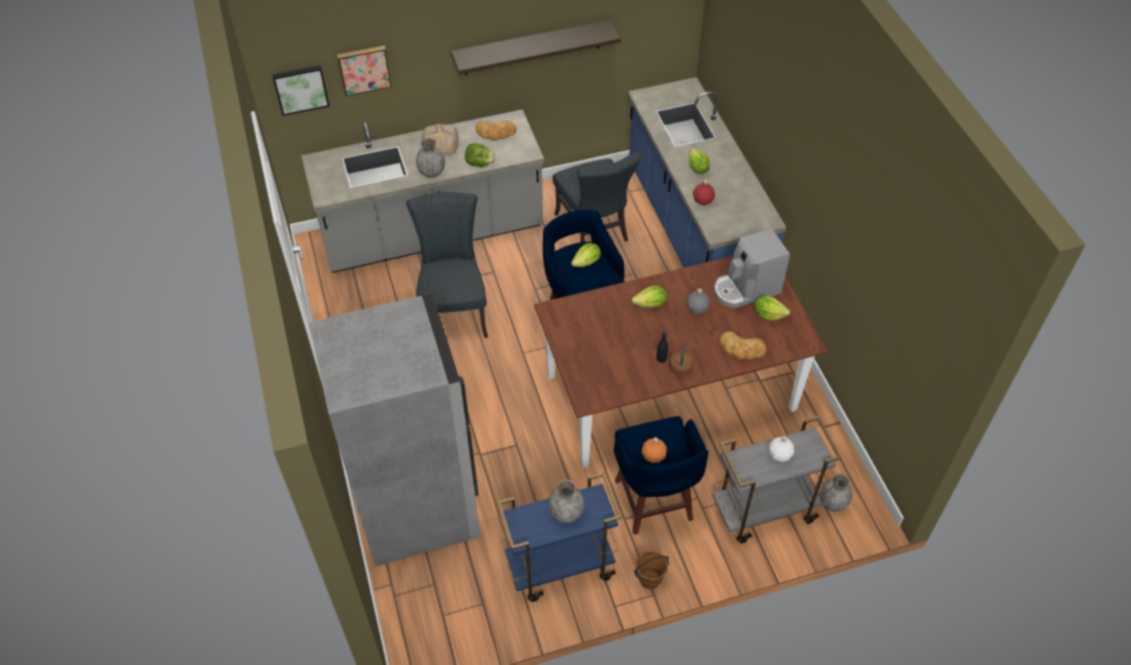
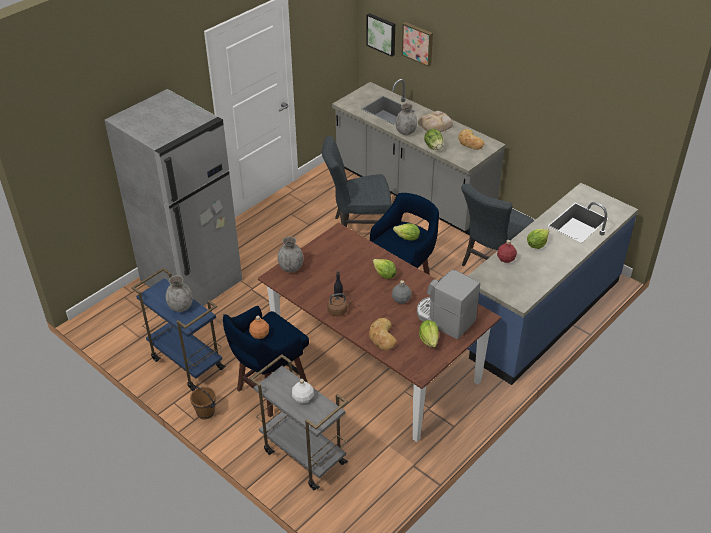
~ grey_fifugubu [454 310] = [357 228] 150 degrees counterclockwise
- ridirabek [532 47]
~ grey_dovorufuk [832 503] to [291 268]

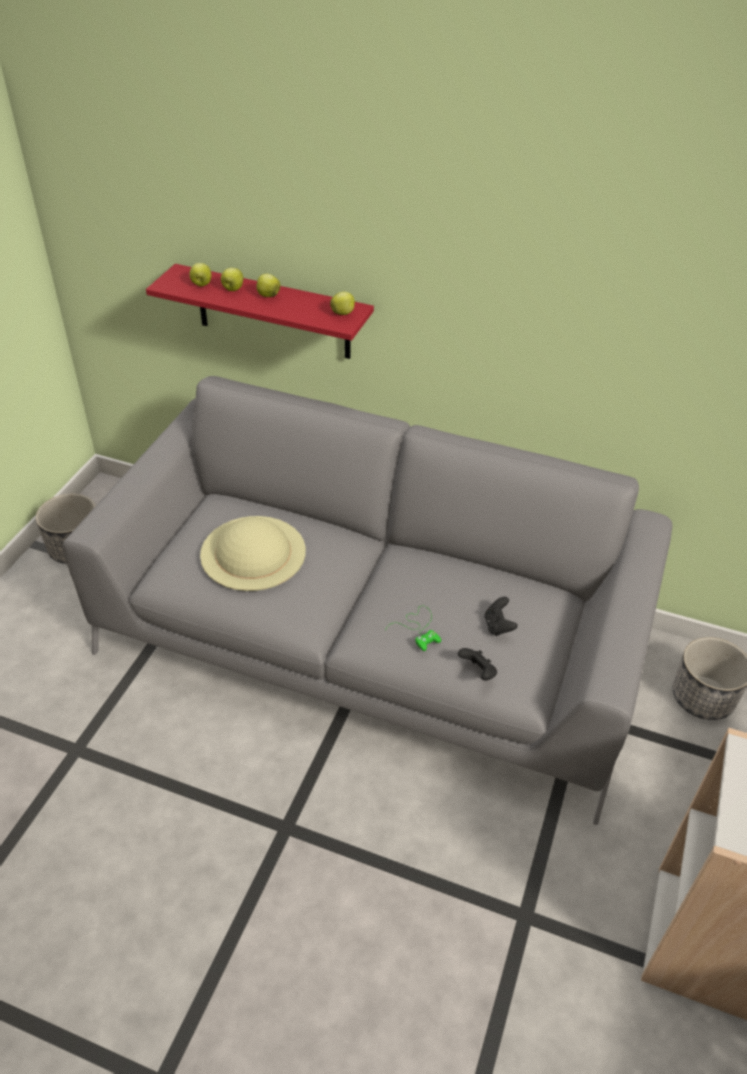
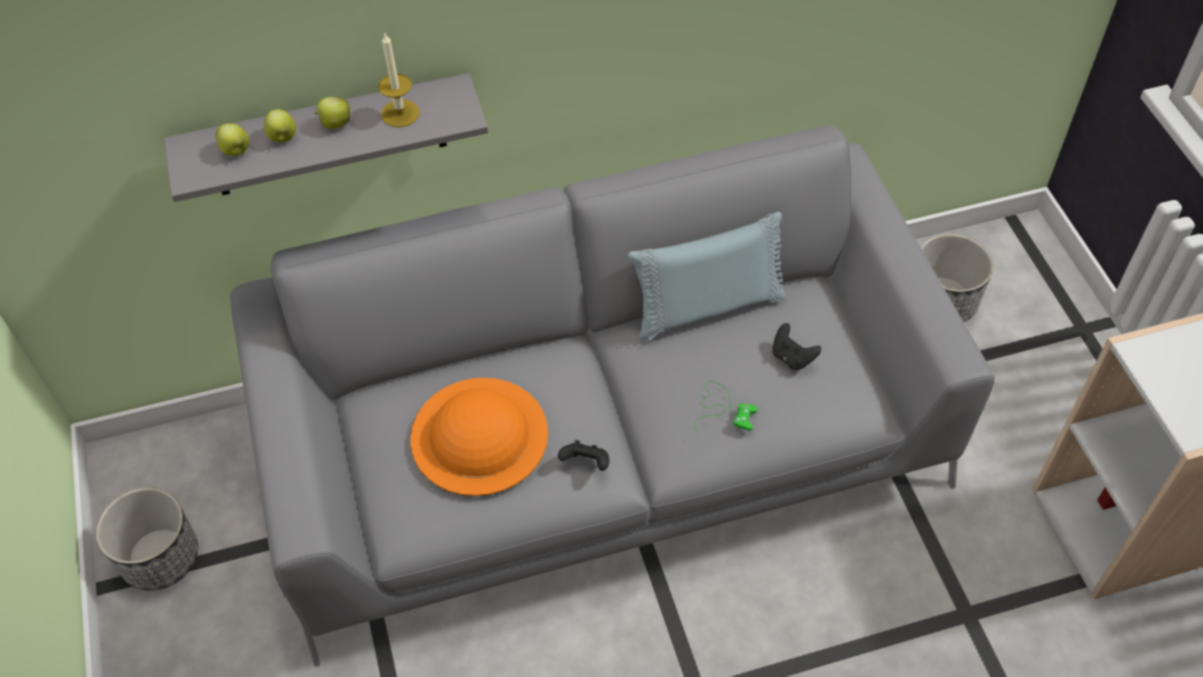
~ red_ridirabek [273 312] to grey_ridirabek [327 137]
~ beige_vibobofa [253 552] to orange_vibobofa [479 435]
- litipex [343 313]
~ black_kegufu [478 672] to [586 463]
+ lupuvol [400 113]
+ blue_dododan [707 307]

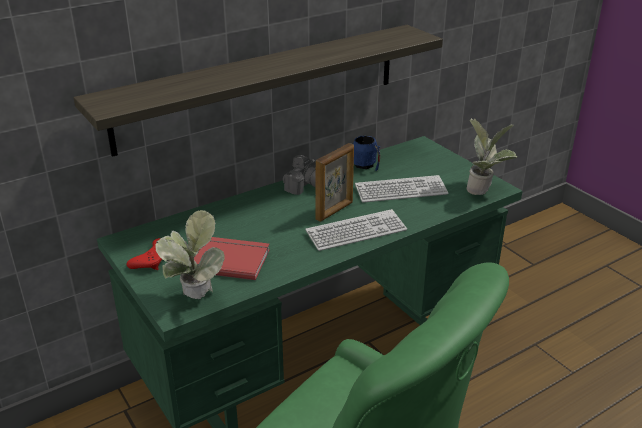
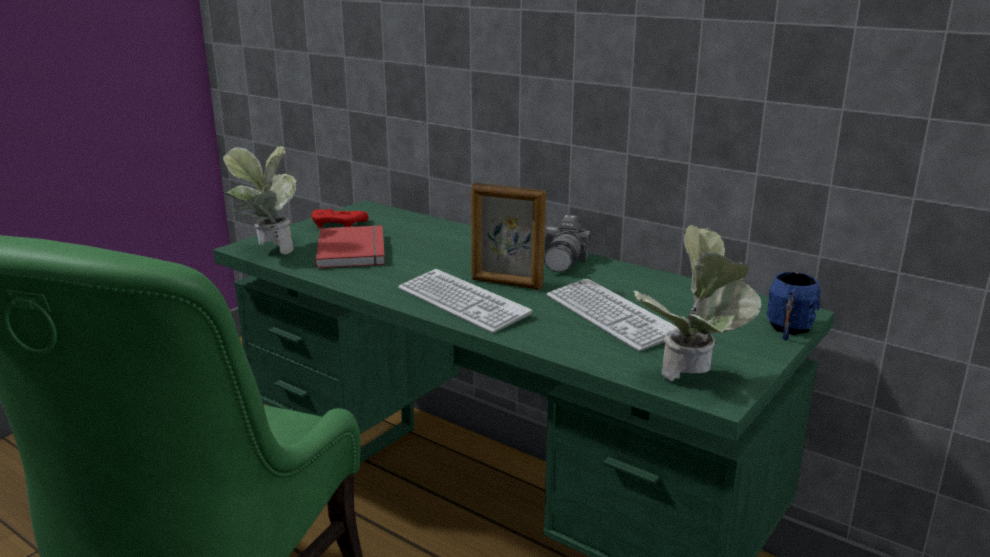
- ridirabek [261 86]
~ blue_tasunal [367 166] to [788 330]

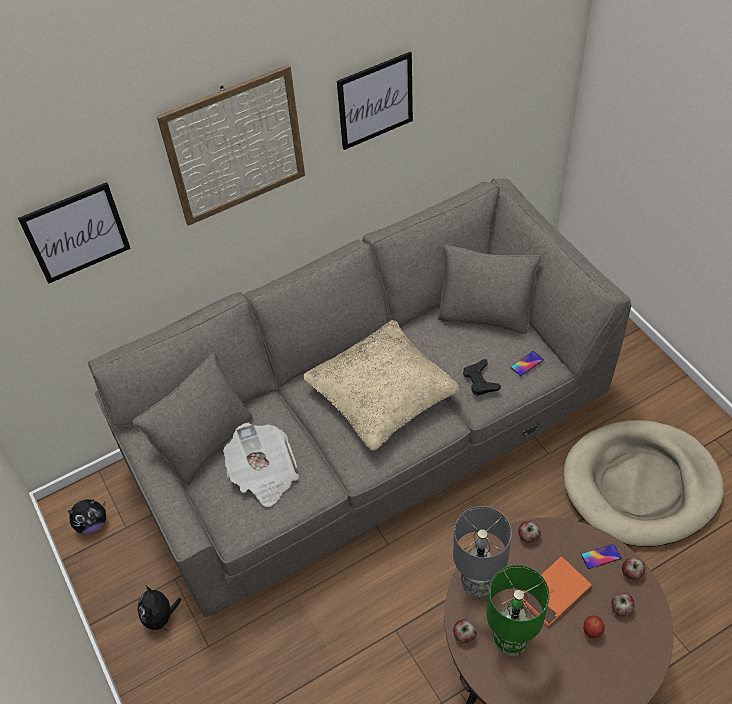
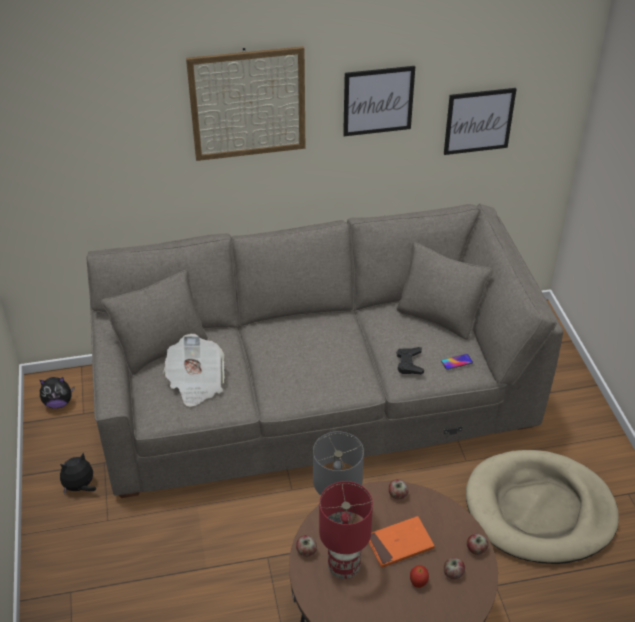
~ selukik [76 233] to [479 121]
~ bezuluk [161 617] = [80 487] 45 degrees clockwise
- beige_dododan [383 392]
~ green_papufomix [511 641] to red_papufomix [344 568]
- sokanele [601 556]

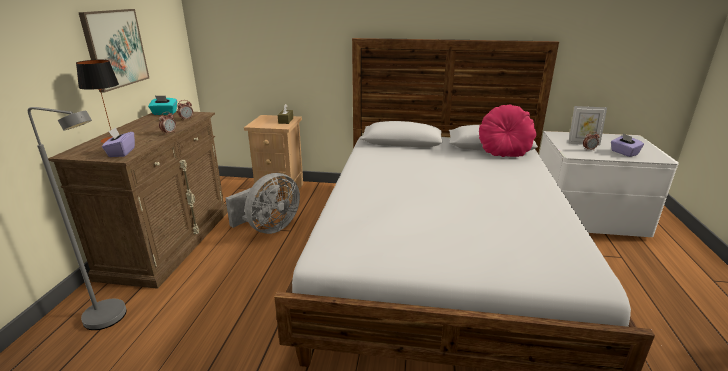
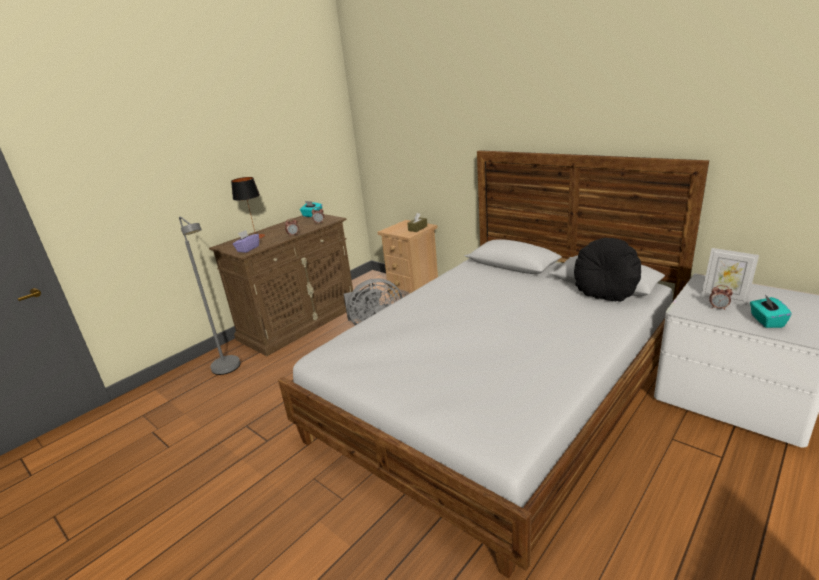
- selukik [115 48]
~ pink_dododan [503 154] to black_dododan [604 296]
~ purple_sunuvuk [624 153] to turquoise_sunuvuk [766 321]

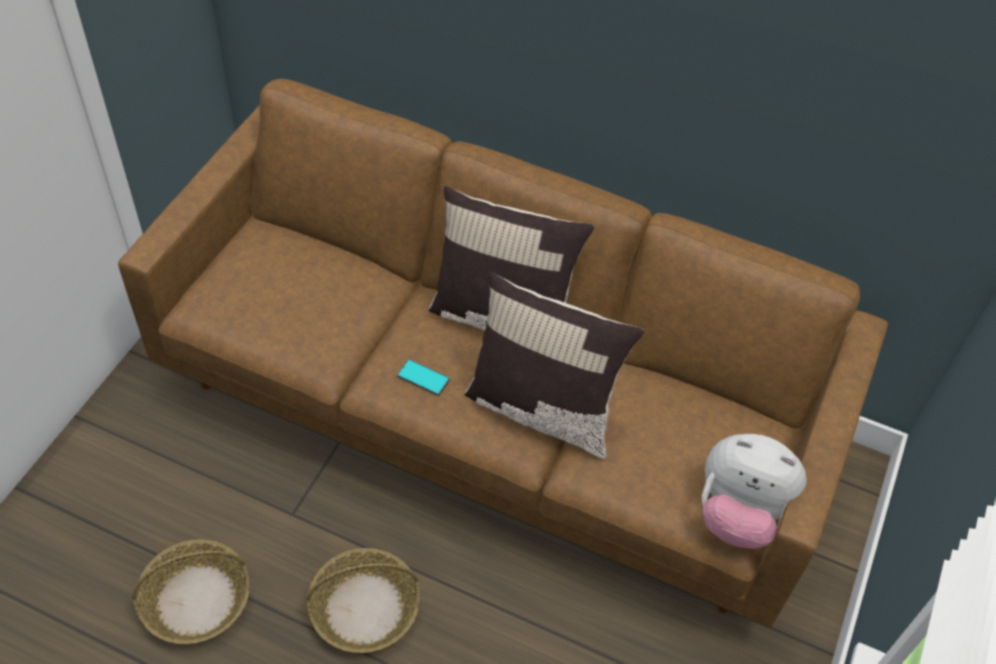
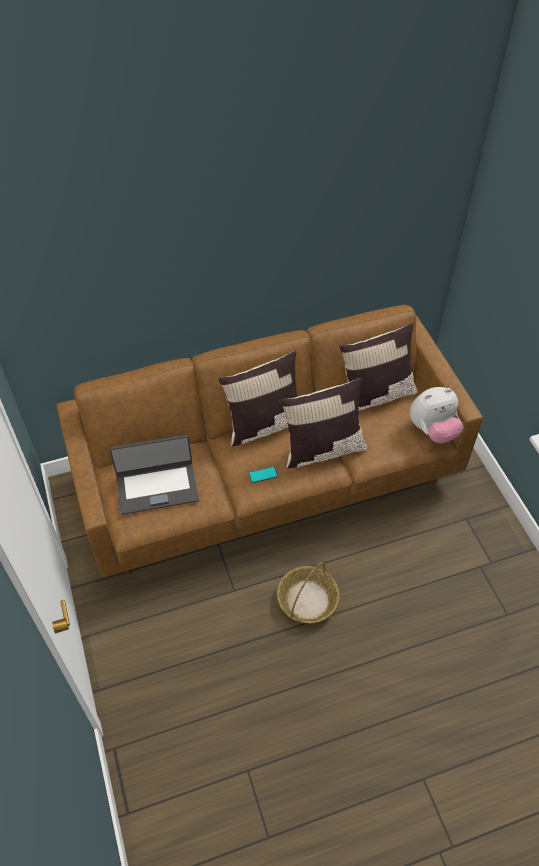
- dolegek [197 599]
+ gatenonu [157 487]
+ dododan [375 395]

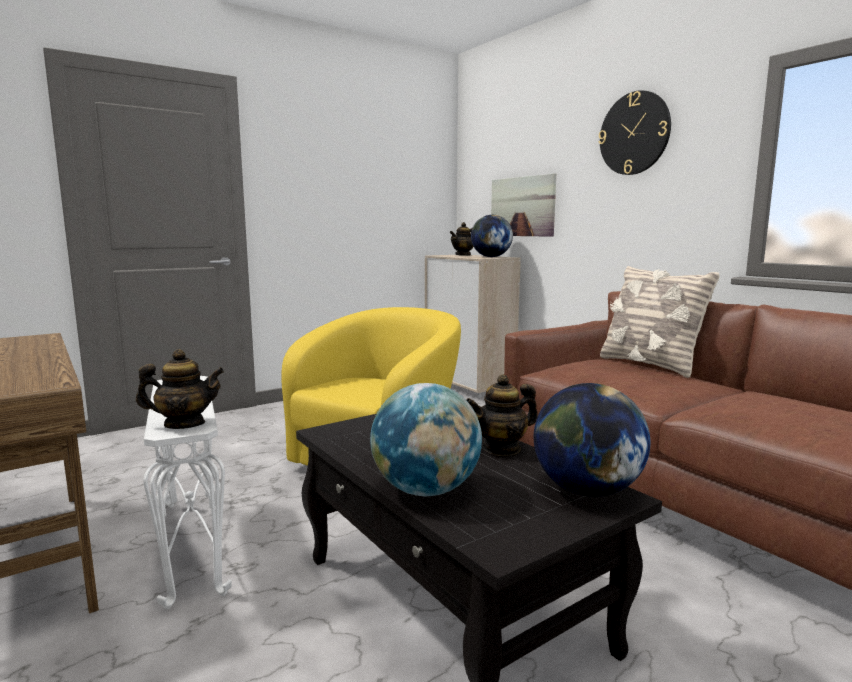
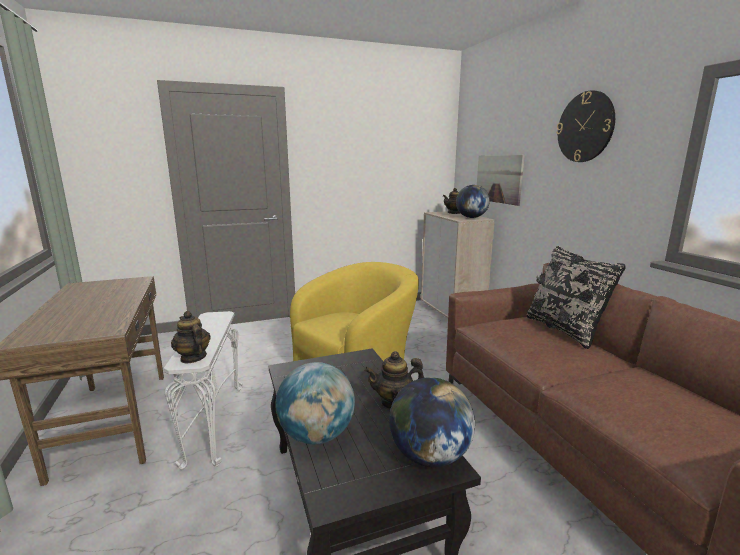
~ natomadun [184 424] = [193 358] 135 degrees counterclockwise
~ beige_dododan [649 365] to black_dododan [563 331]

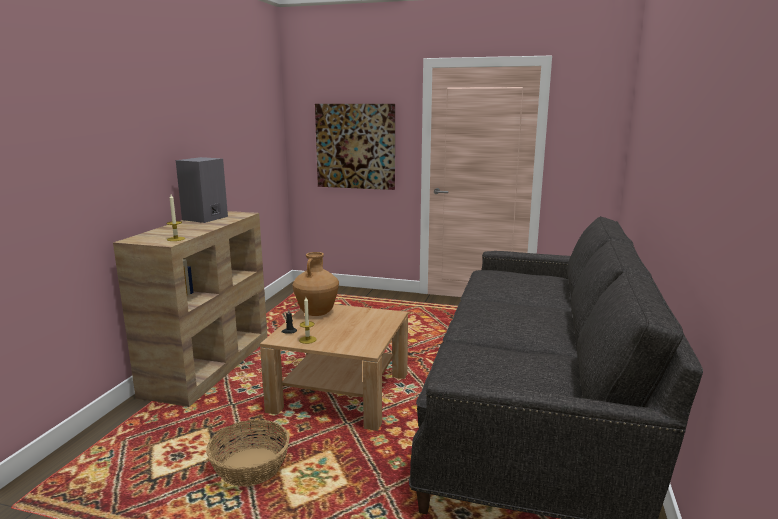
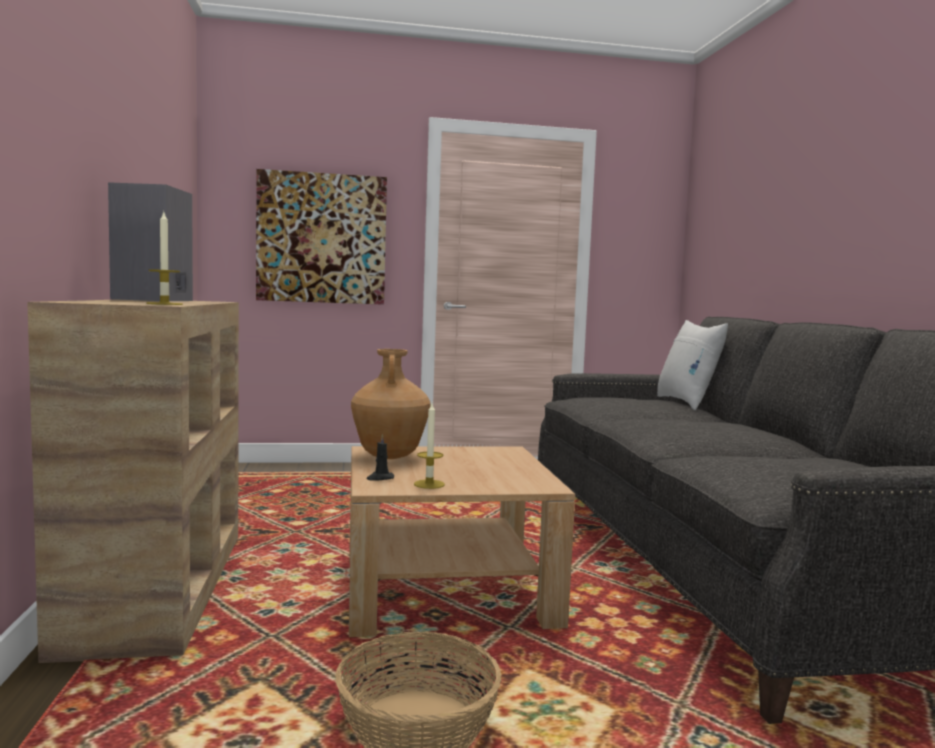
+ grey_dododan [687 403]

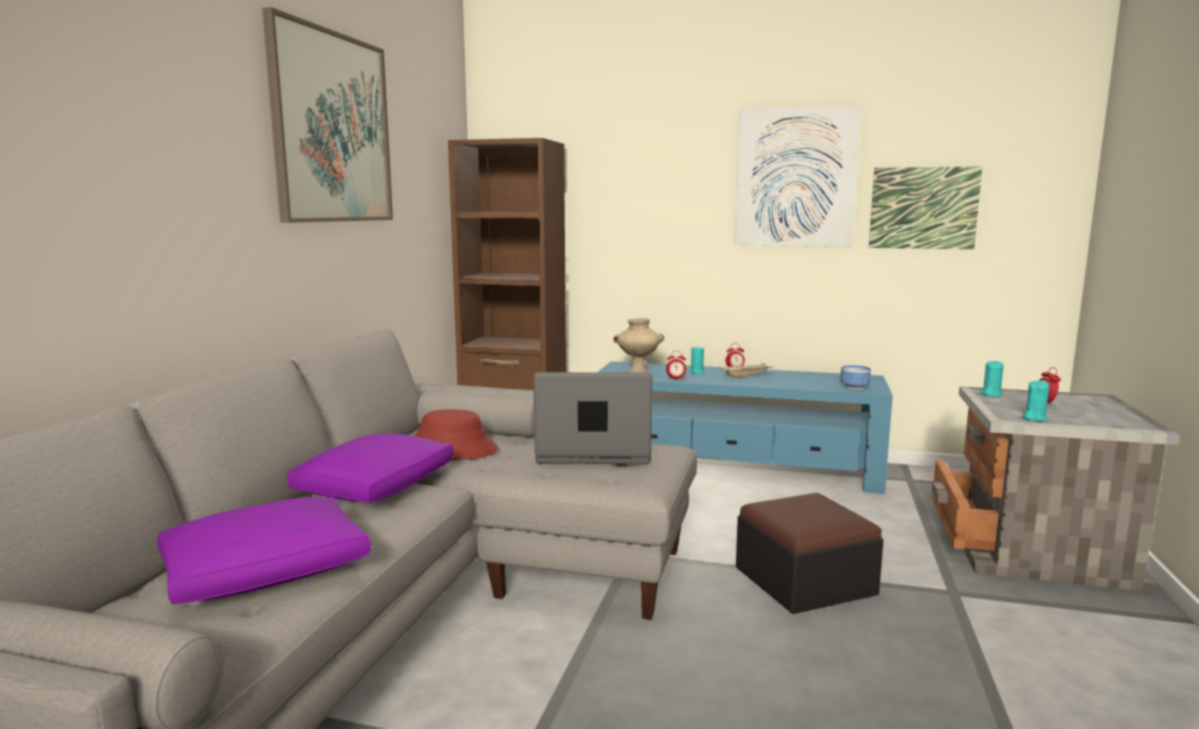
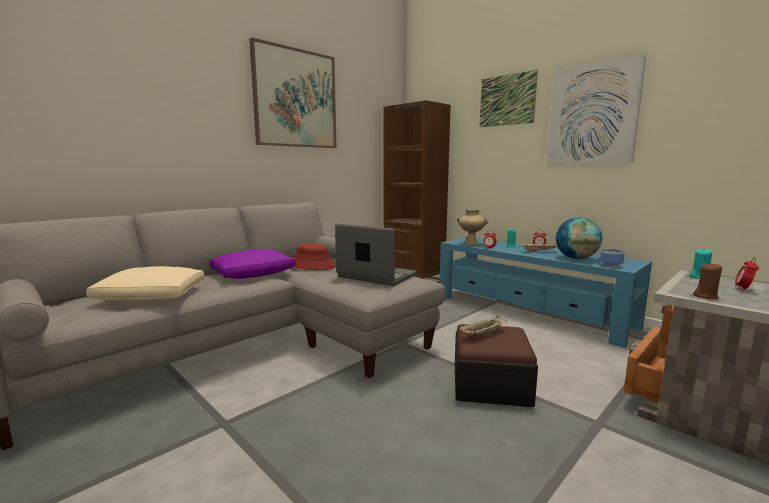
~ purple_dododan [263 572] to beige_dododan [150 297]
~ selukik [923 208] to [507 100]
~ turquoise_lupuvol [1034 418] to brown_lupuvol [706 296]
+ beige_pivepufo [483 334]
+ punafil [576 258]

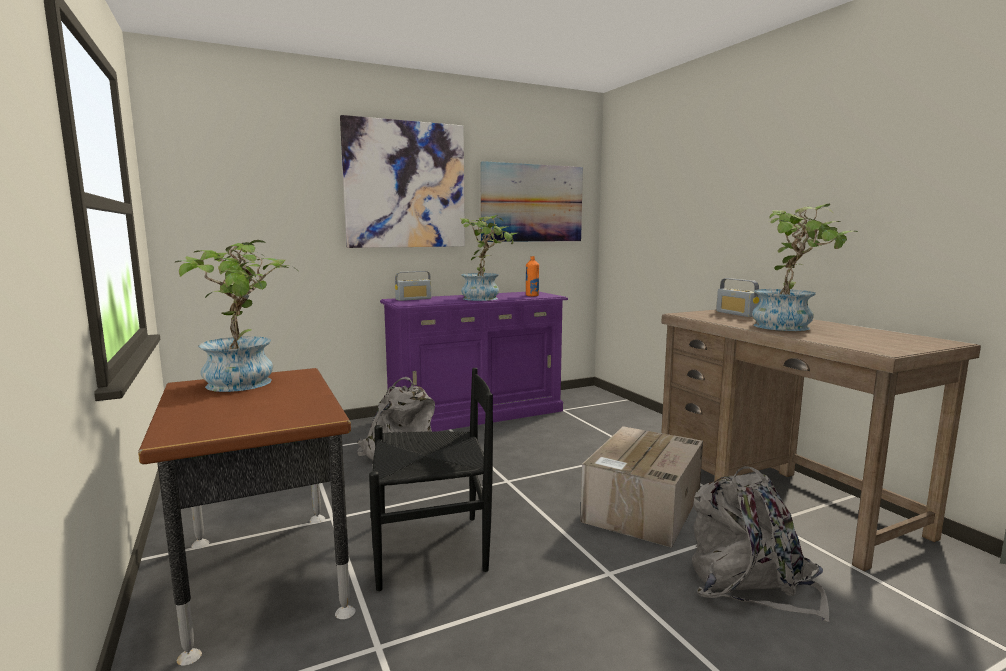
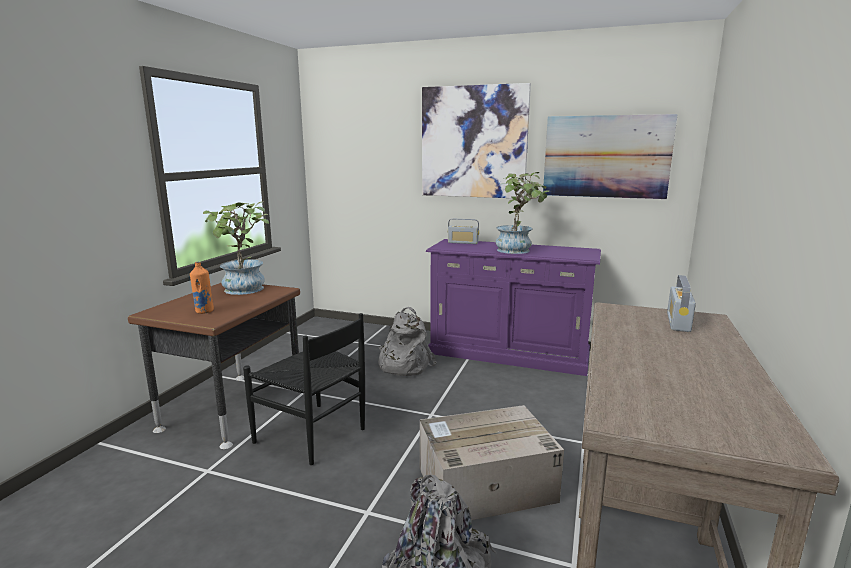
~ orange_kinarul [532 295] to [204 311]
- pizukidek [790 327]

